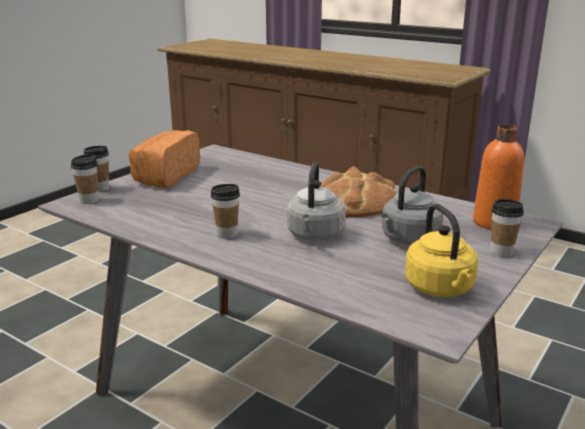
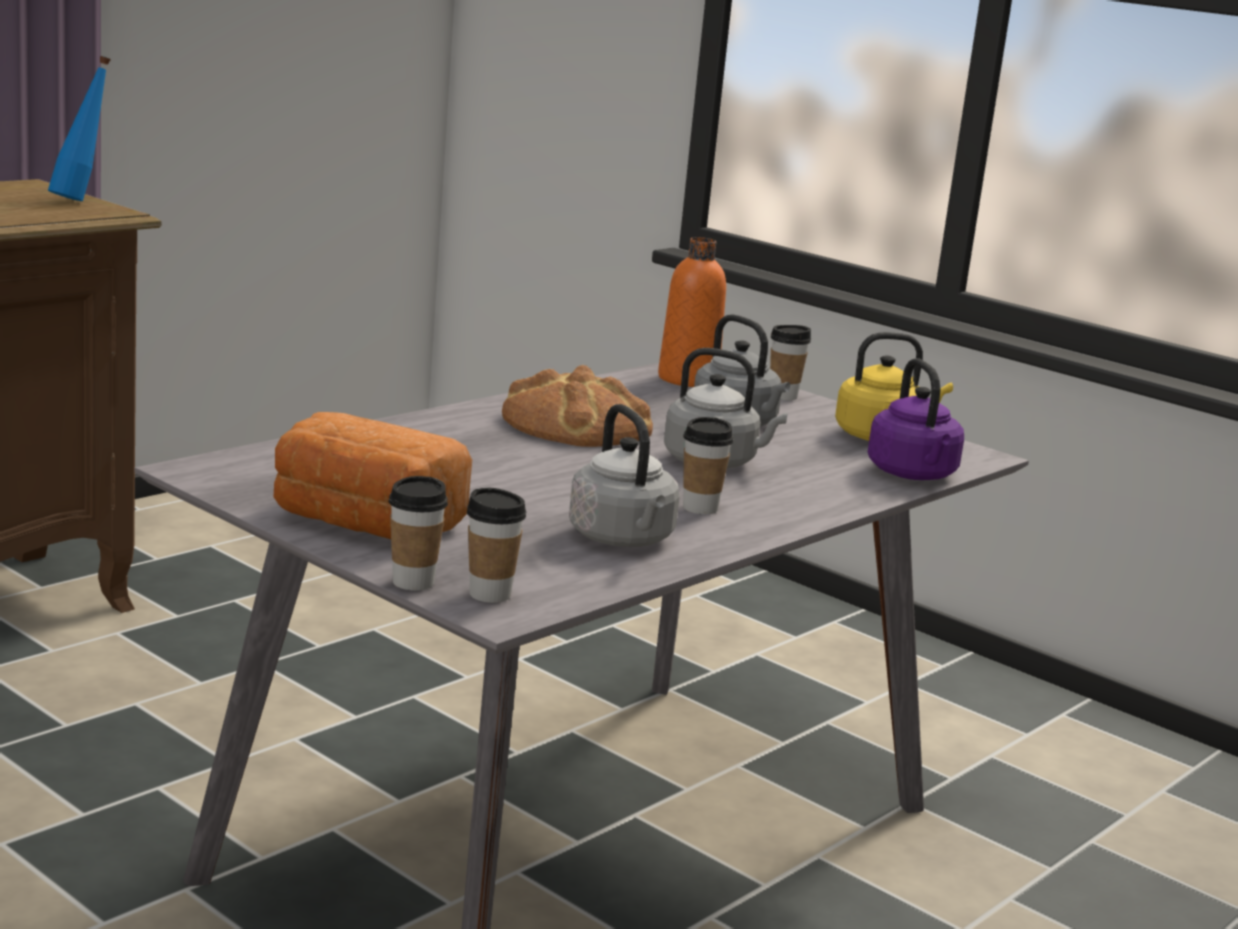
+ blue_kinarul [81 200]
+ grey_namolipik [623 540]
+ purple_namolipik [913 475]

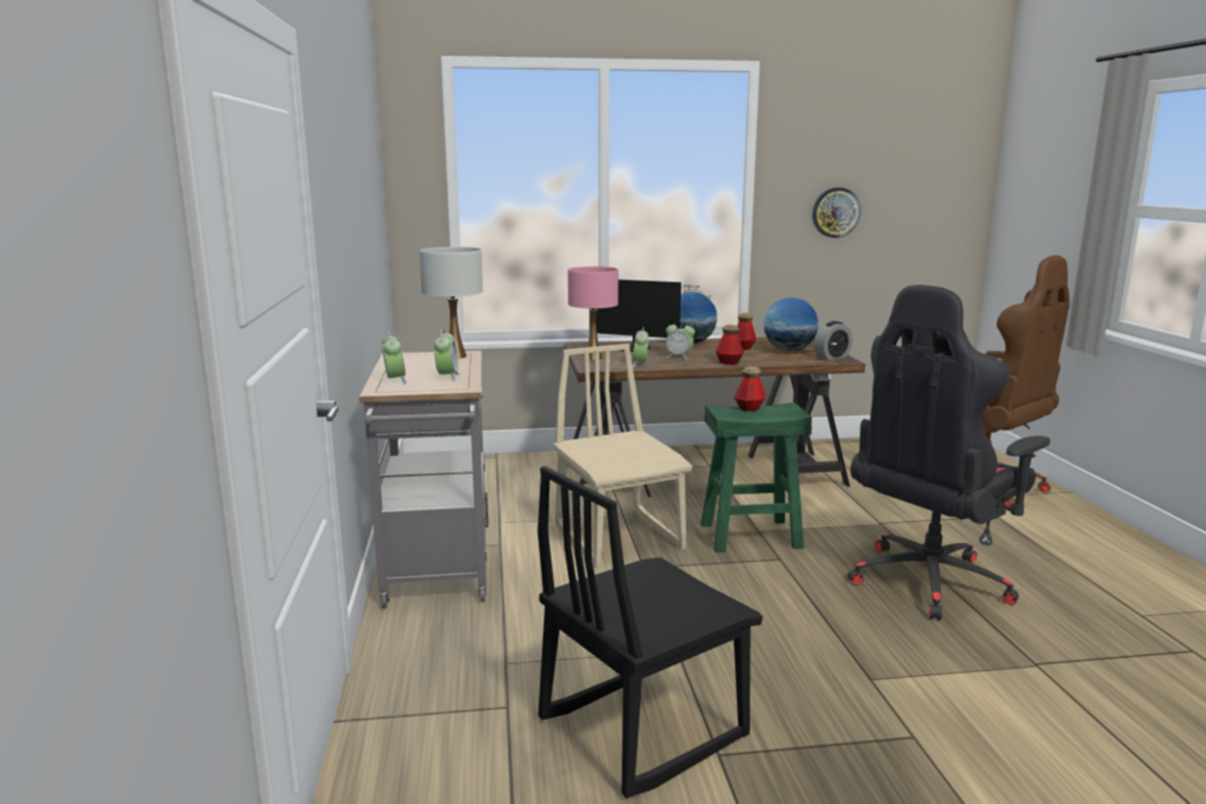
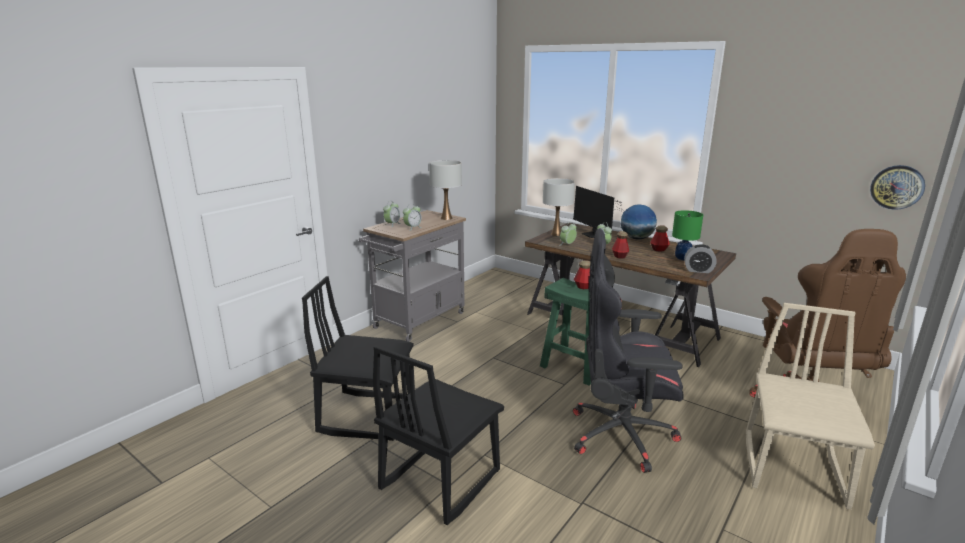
~ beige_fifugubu [620 538] to [794 469]
~ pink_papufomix [593 357] to white_papufomix [556 234]
~ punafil [789 350] to green_papufomix [683 258]
~ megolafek [835 212] to [897 187]
+ black_fifugubu [439 479]

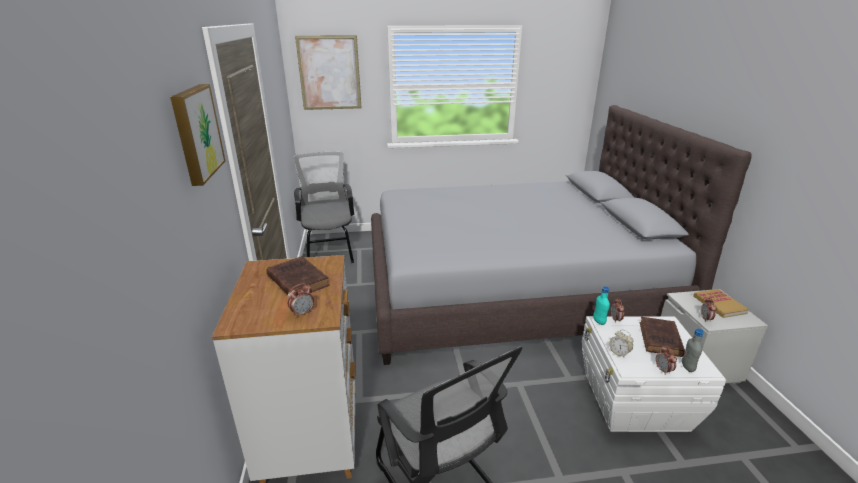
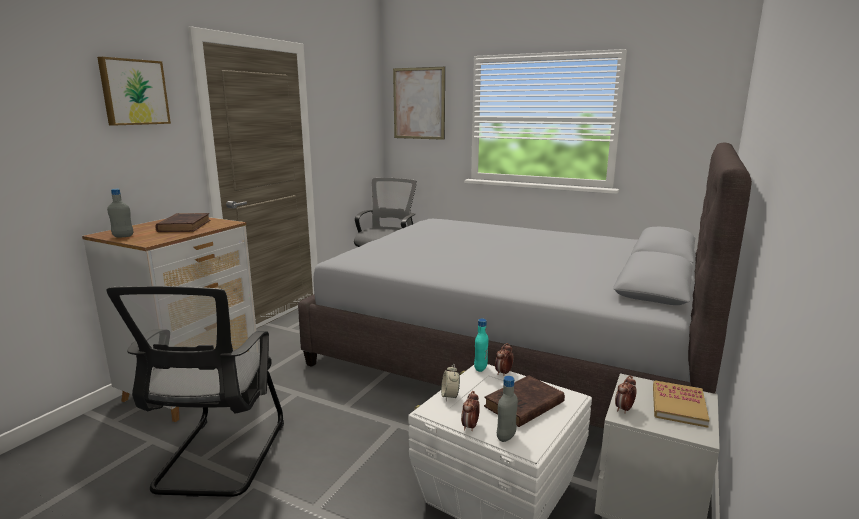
- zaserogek [302 313]
+ grey_kinarul [123 236]

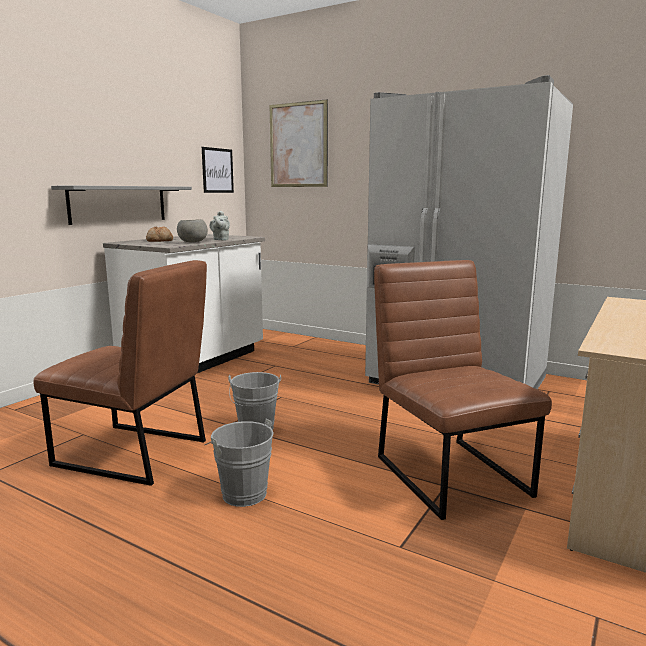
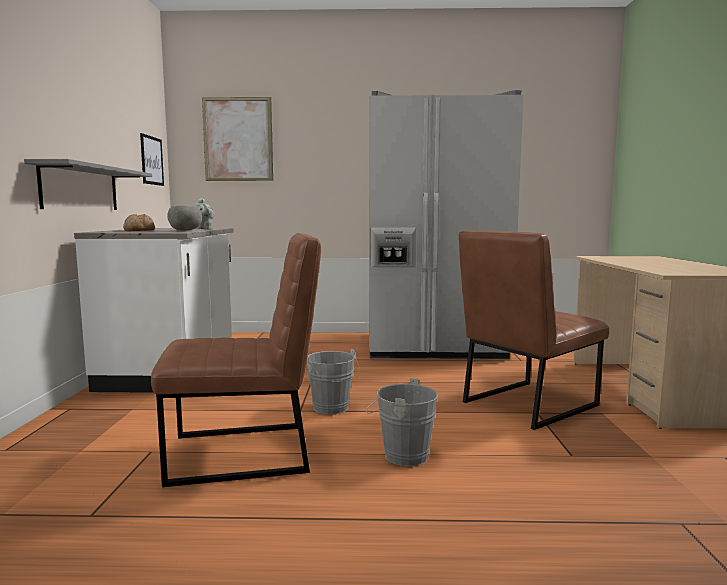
~ brown_fifugubu [449 473] = [526 404] 75 degrees counterclockwise

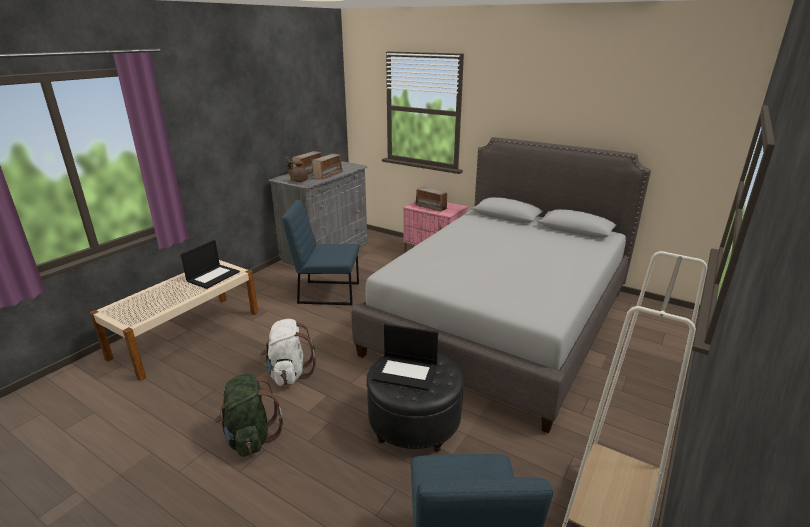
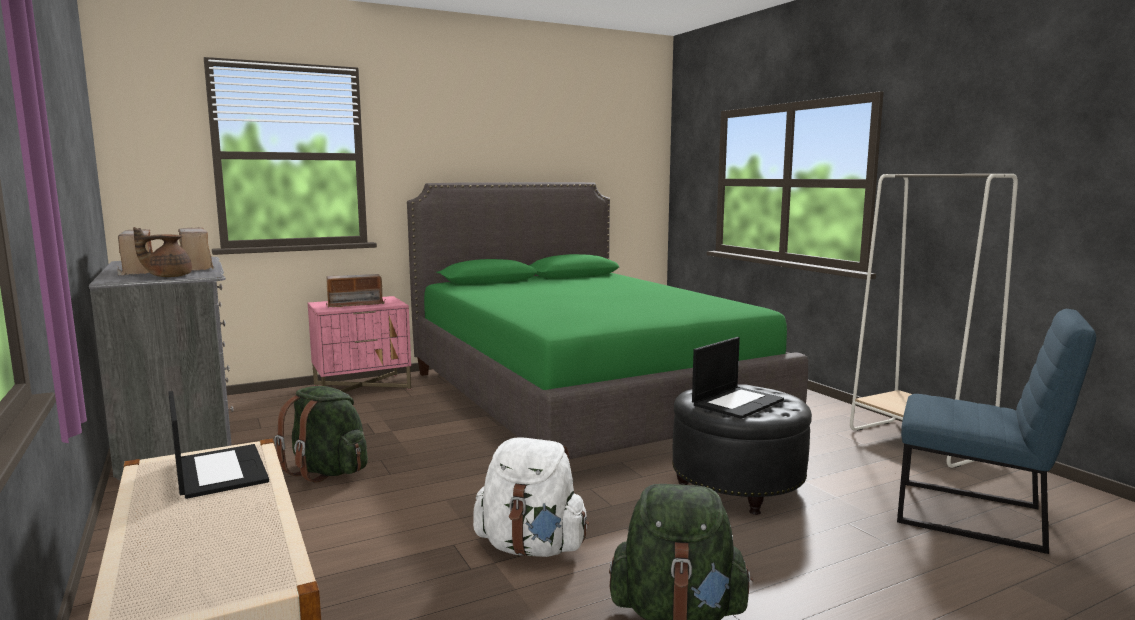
~ blue_fifugubu [327 292] to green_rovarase [327 471]
~ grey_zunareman [502 321] to green_zunareman [583 399]

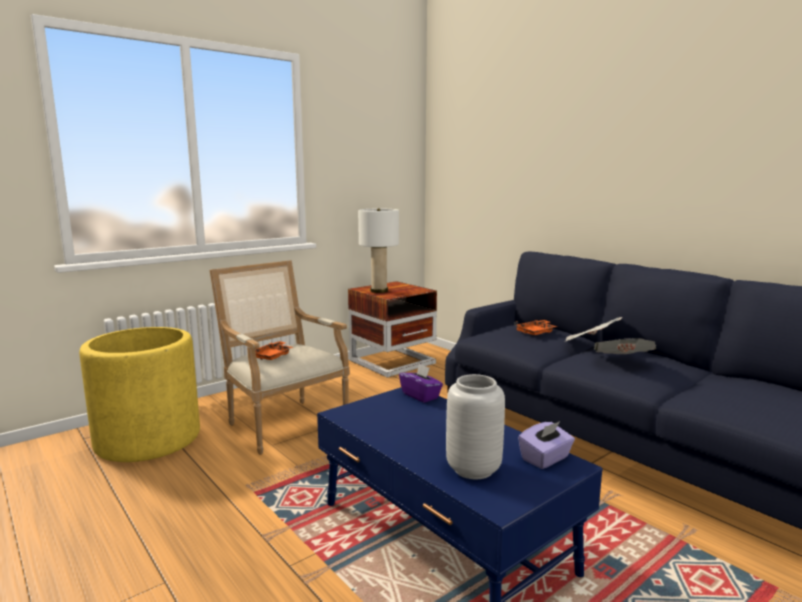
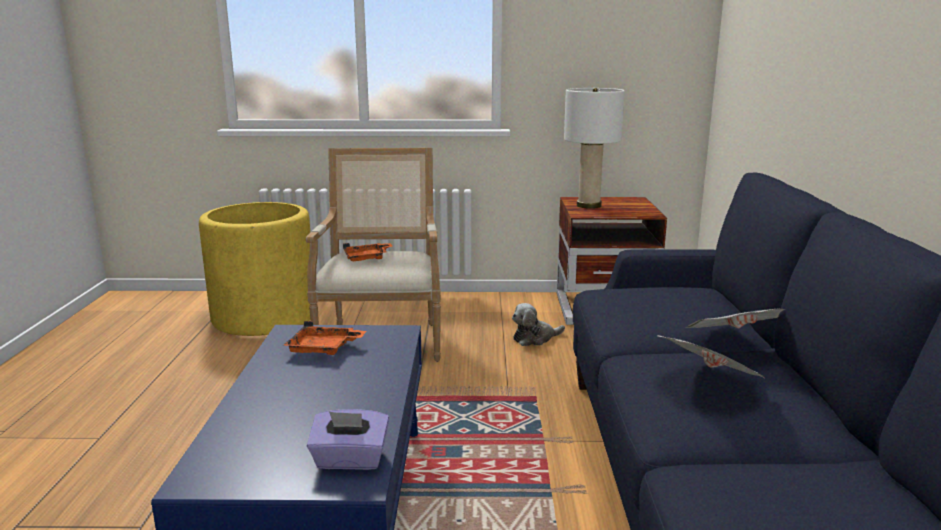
- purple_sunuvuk [420 396]
- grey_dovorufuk [474 468]
~ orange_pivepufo [536 332] to [324 349]
+ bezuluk [535 338]

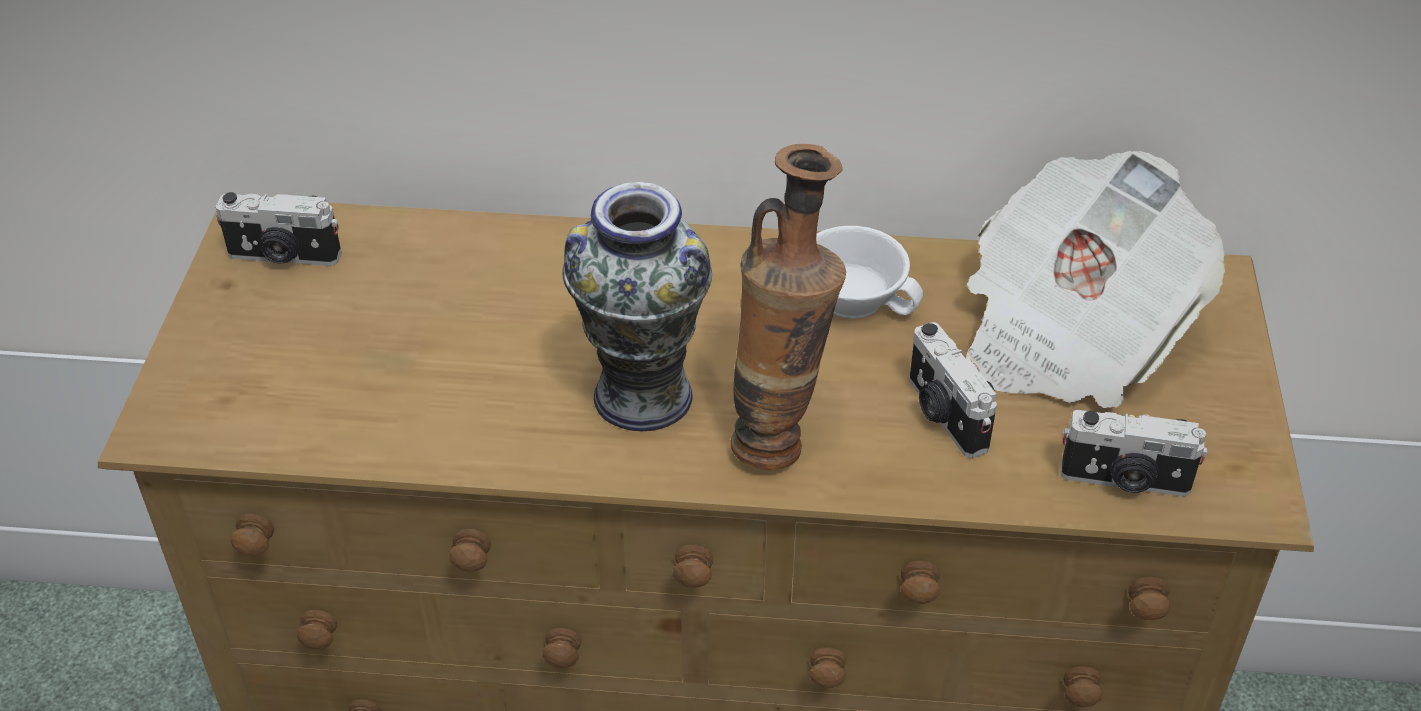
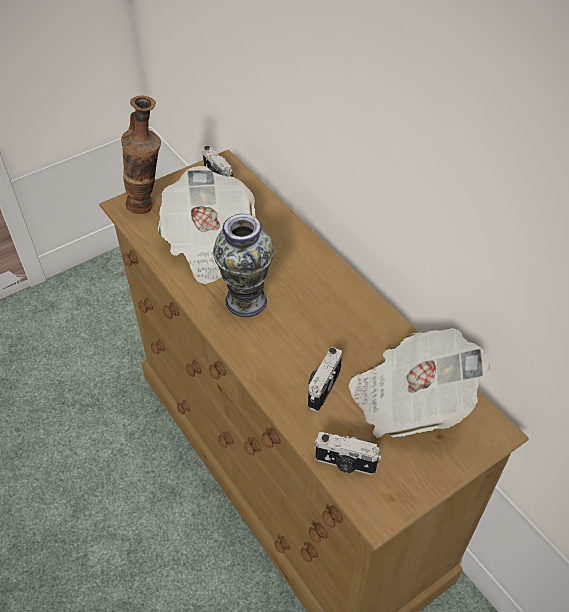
~ dovorufuk [779 436] to [149 206]
- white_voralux [856 295]
~ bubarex [1125 481] = [345 464] 45 degrees counterclockwise
+ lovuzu [211 245]

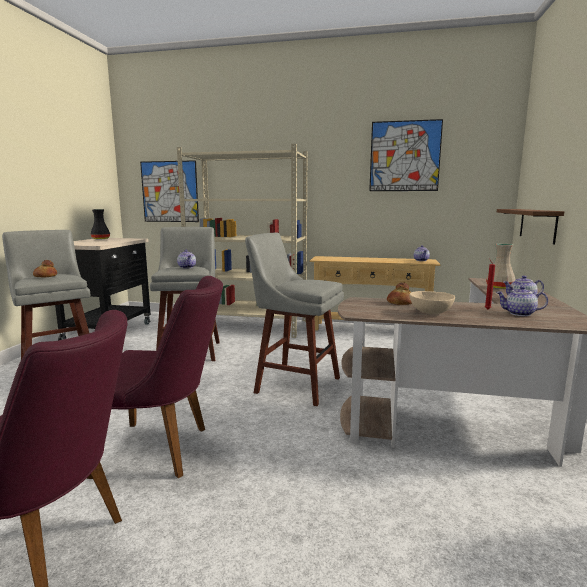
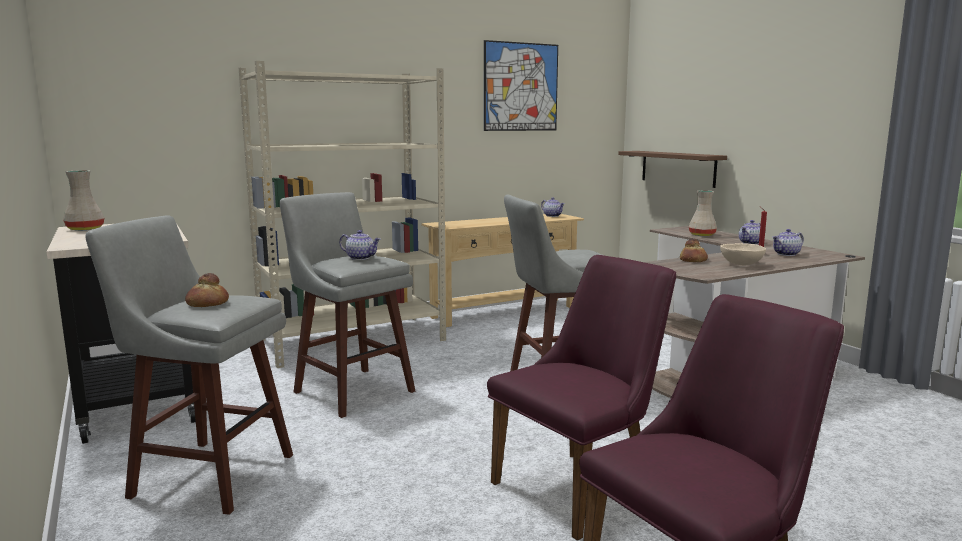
~ black_dovorufuk [100 239] to beige_dovorufuk [85 229]
- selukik [170 191]

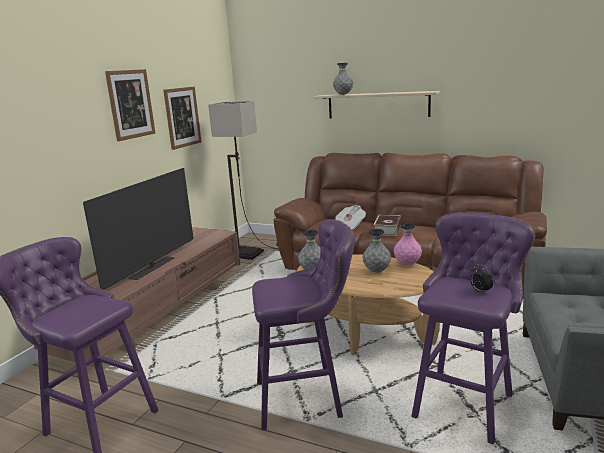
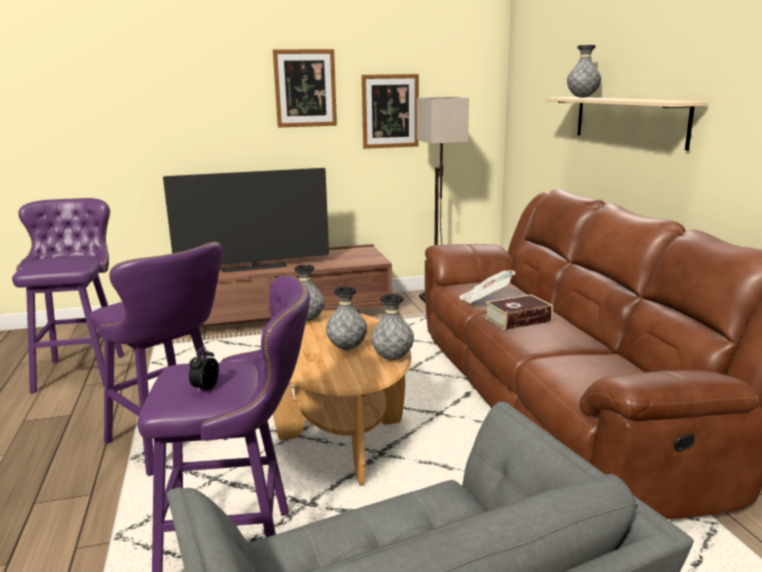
~ pink_dovorufuk [407 264] to grey_dovorufuk [392 358]

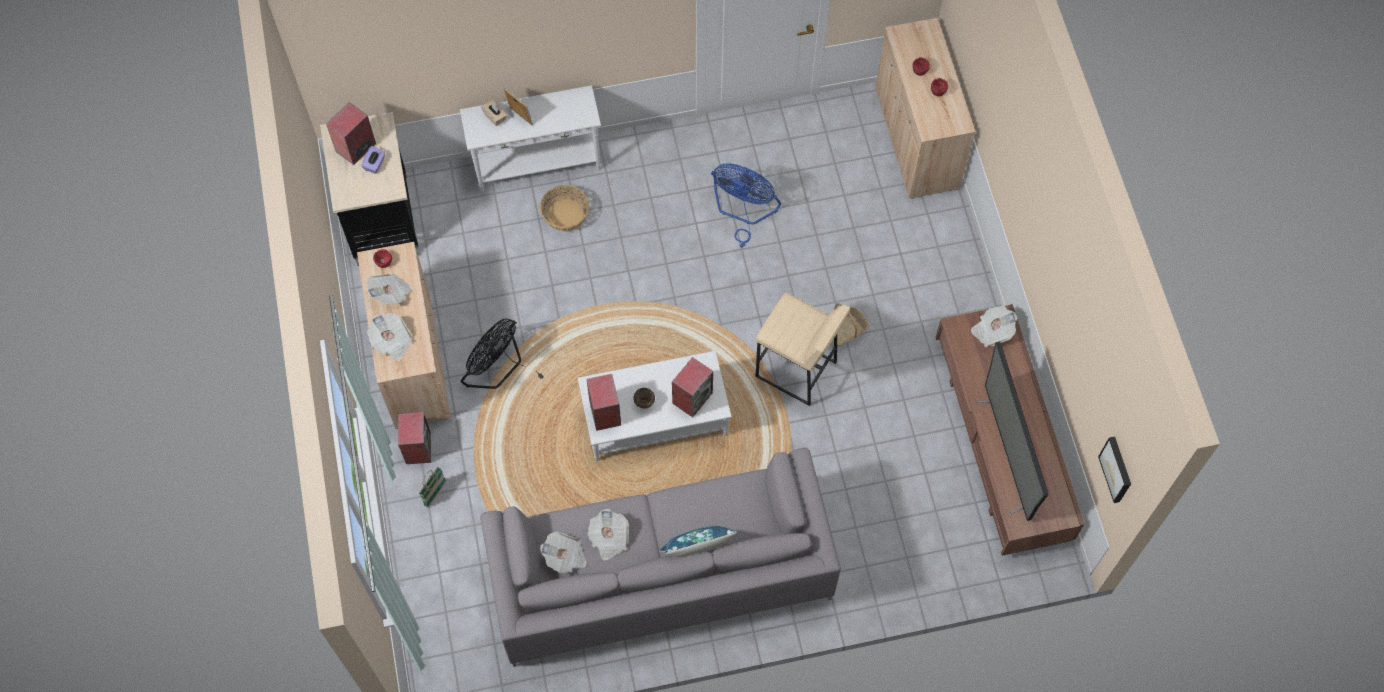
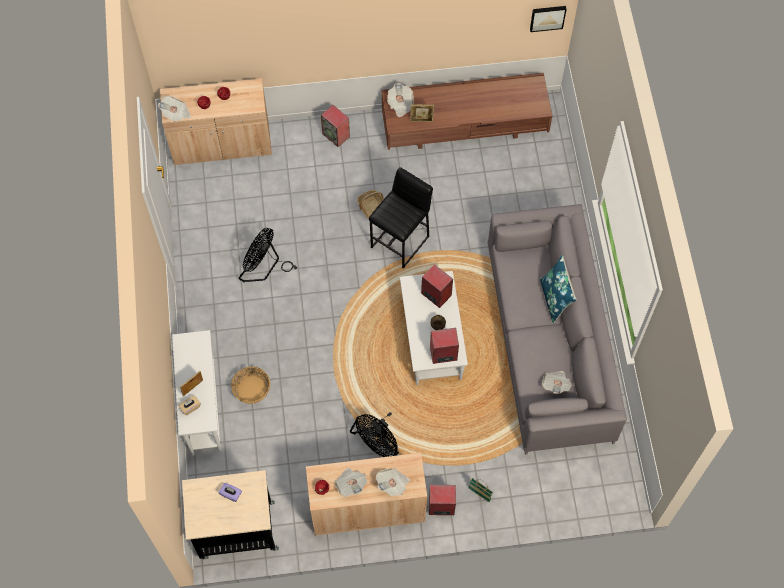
~ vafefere [355 148] to [336 135]
~ lovuzu [609 539] to [176 113]
~ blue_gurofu [742 211] to black_gurofu [266 264]
~ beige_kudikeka [797 370] to black_kudikeka [400 241]
- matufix [1007 453]
+ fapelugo [421 120]

